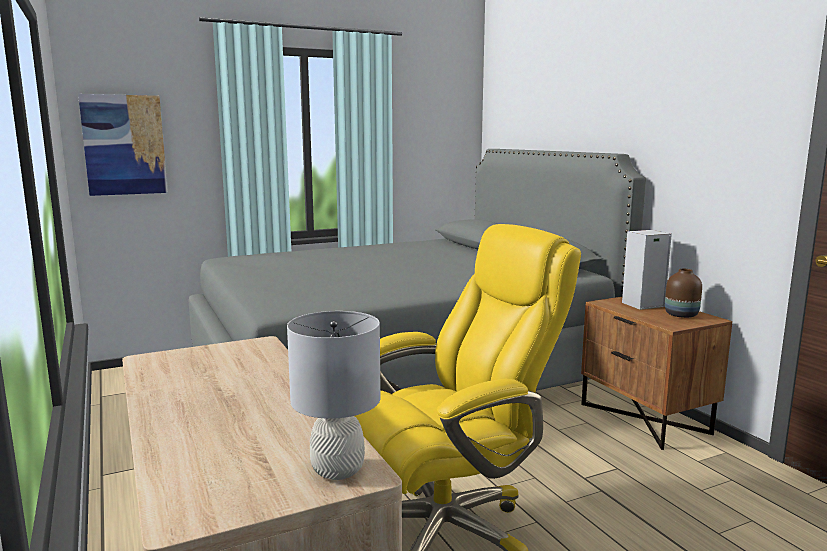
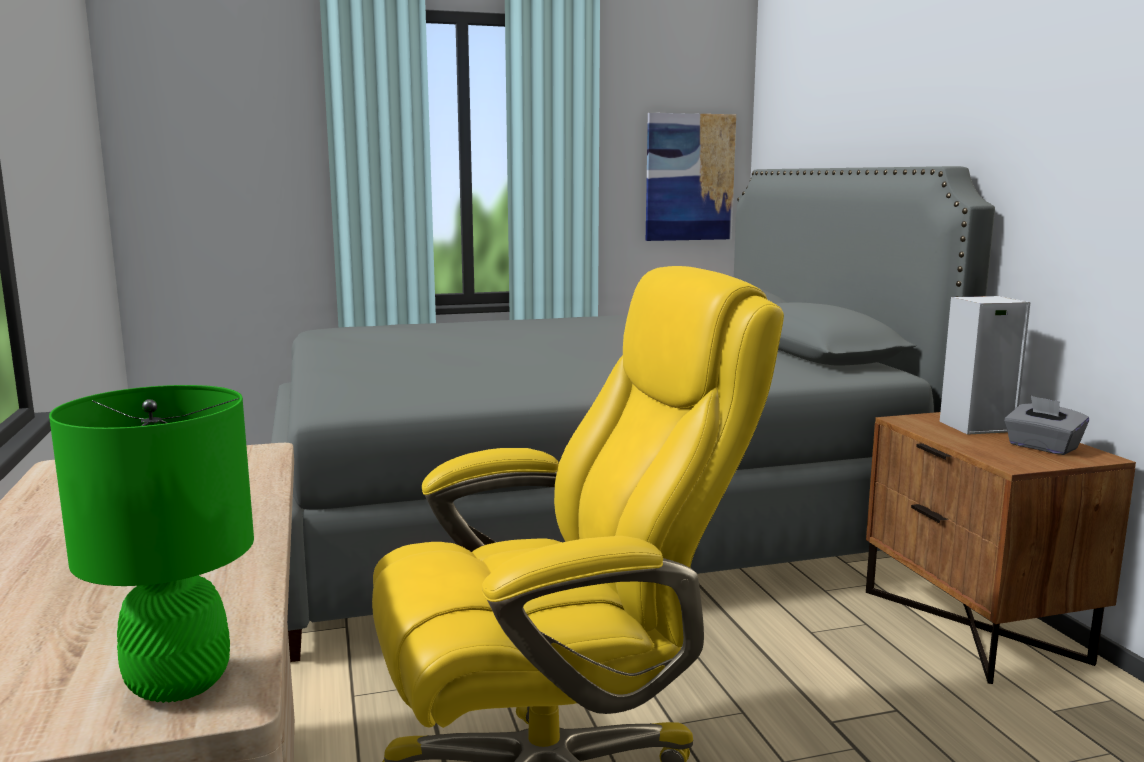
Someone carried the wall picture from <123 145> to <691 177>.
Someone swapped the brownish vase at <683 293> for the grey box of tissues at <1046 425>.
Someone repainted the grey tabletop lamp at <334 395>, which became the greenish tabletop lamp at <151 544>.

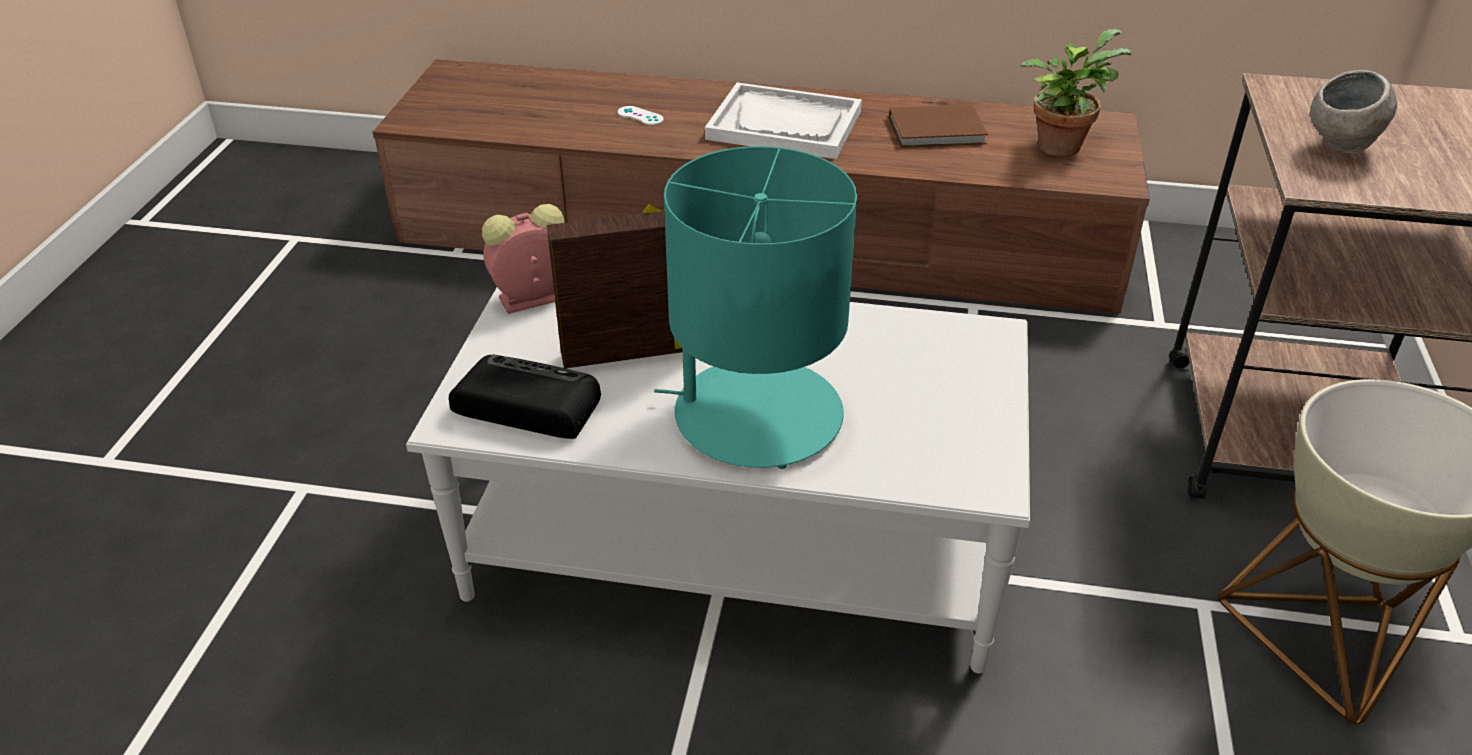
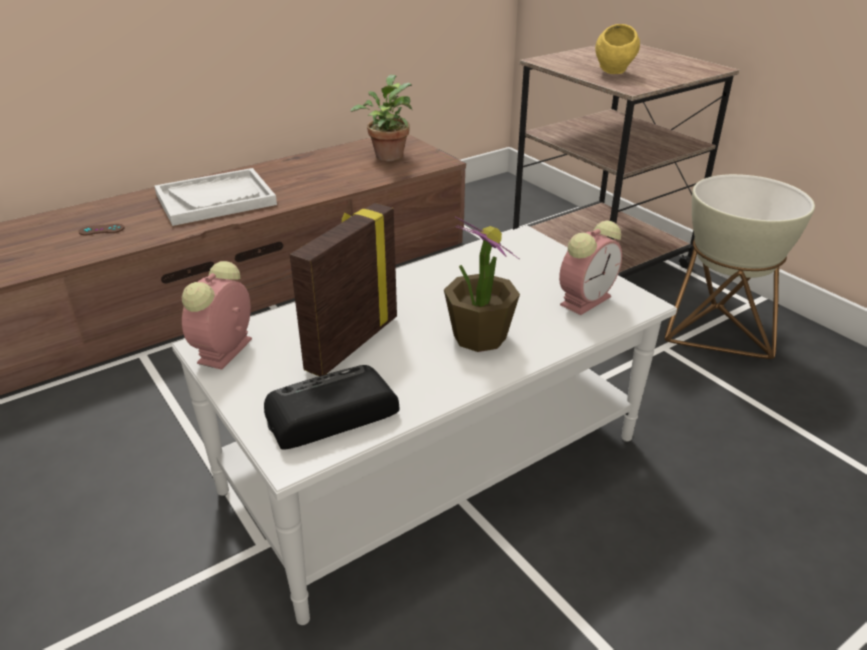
Someone took away the brownish book at <938 126>.
Someone put down the table clock at <590 267>.
Someone swapped the blue-green tabletop lamp at <755 307> for the plant in a pot at <482 284>.
Someone repainted the whitish gamepad at <641 115>, which became the brownish gamepad at <101 229>.
Someone repainted the grey serving bowl at <1353 112>, which became the yellowish serving bowl at <617 49>.

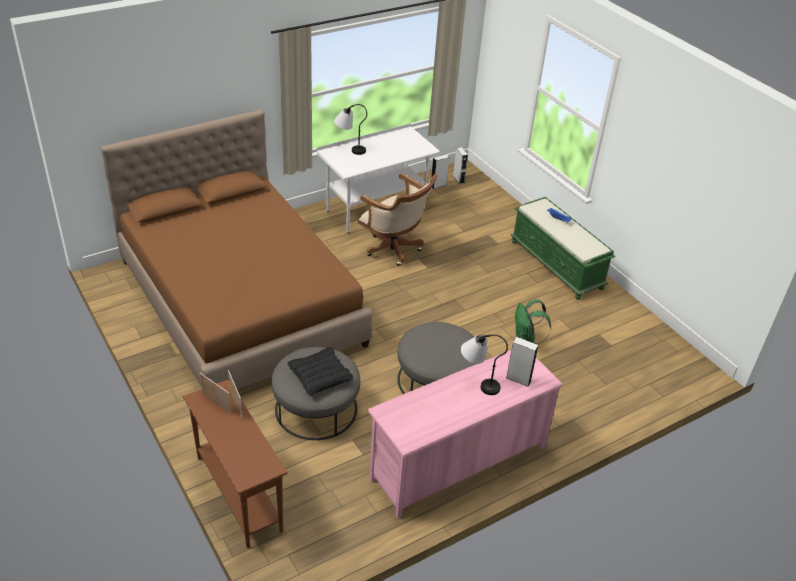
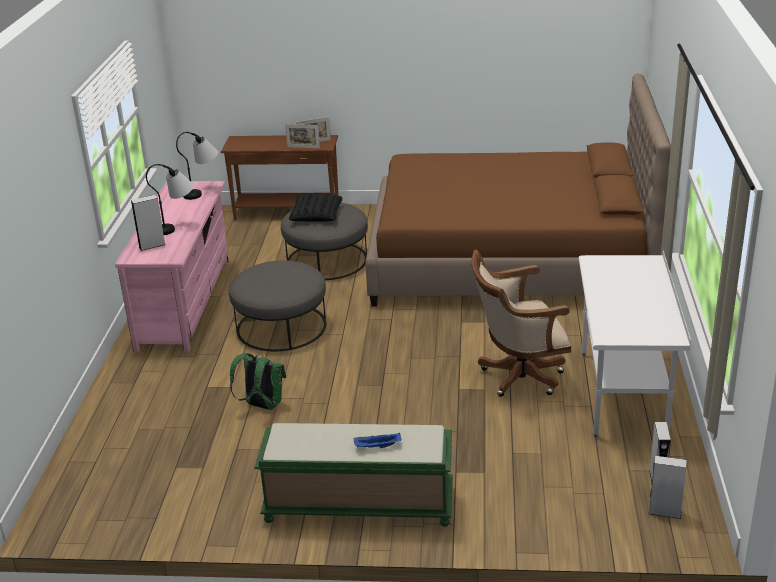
Someone carried the tabletop lamp from <350 129> to <197 166>.

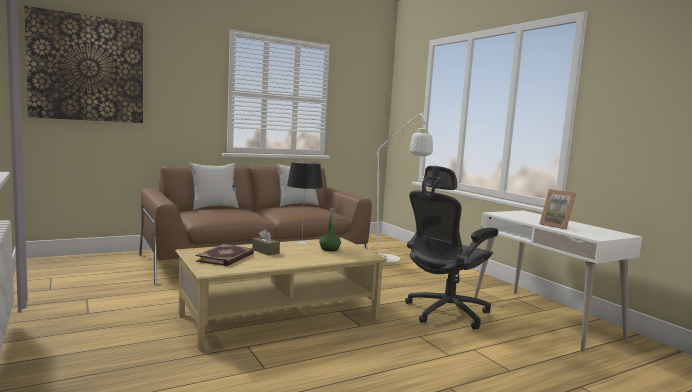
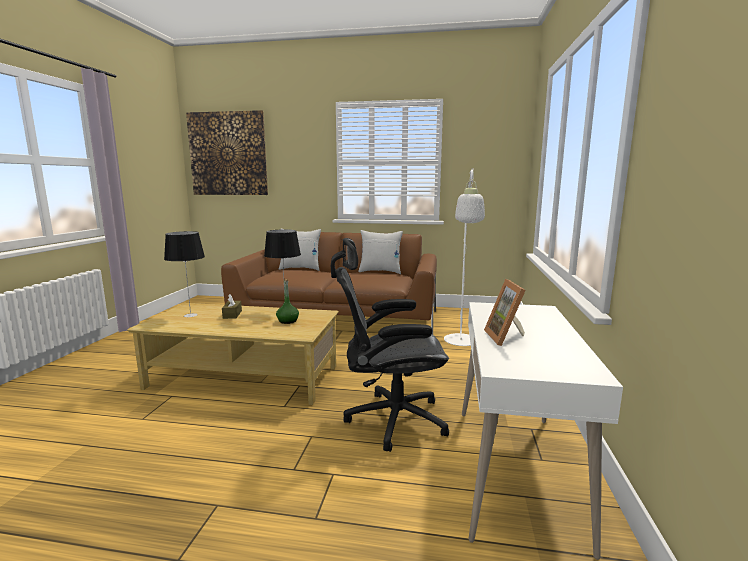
Someone swapped the book at <225 255> for the tabletop lamp at <184 274>.

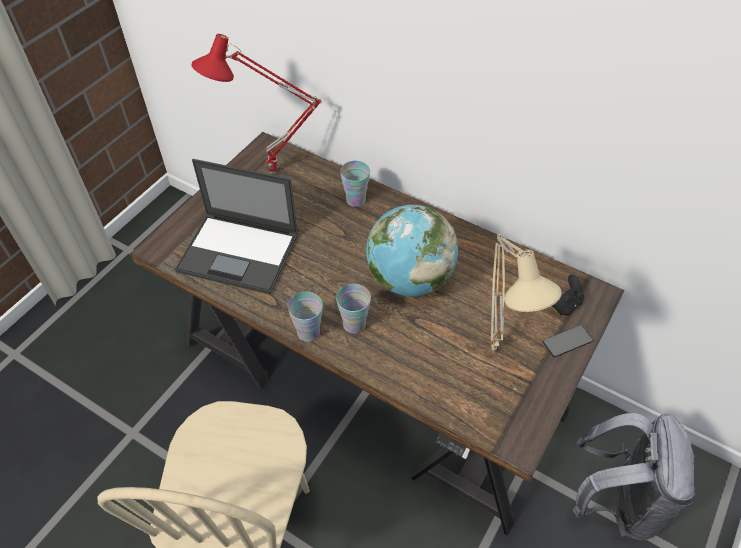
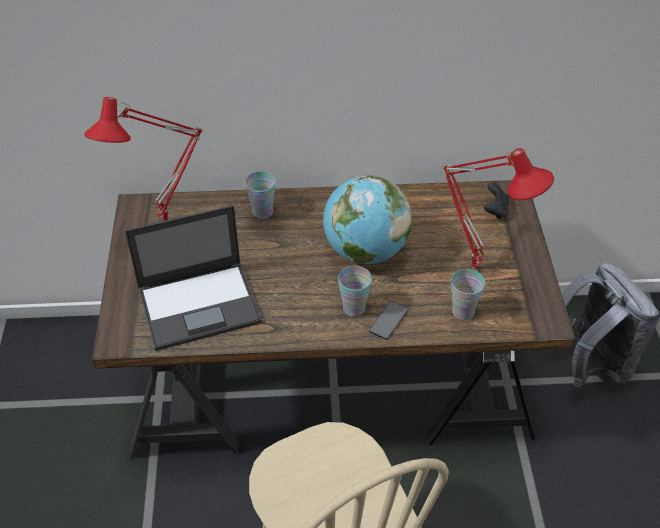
Someone carried the small cup from <305 317> to <468 294>.
Someone carried the telephone from <568 341> to <388 320>.
Someone repainted the beige-coloured tabletop lamp at <526 294>, which became the red-coloured tabletop lamp at <498 210>.

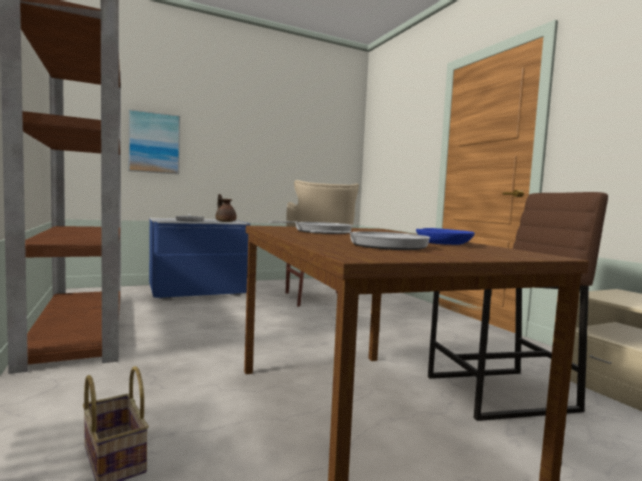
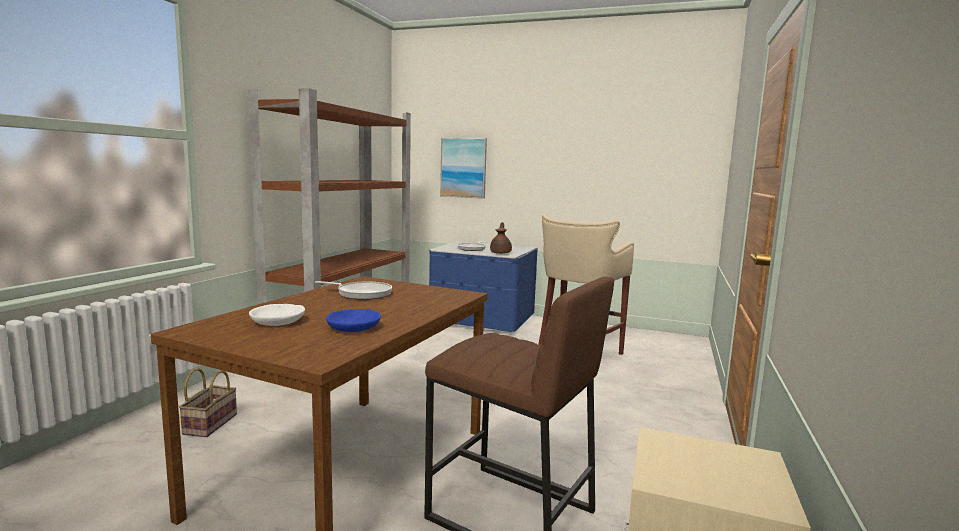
Someone swapped the skillet at <370 240> for the whitish serving bowl at <277 315>.

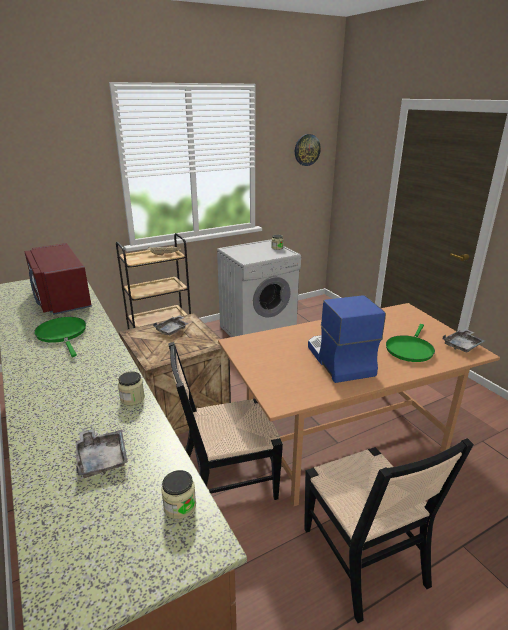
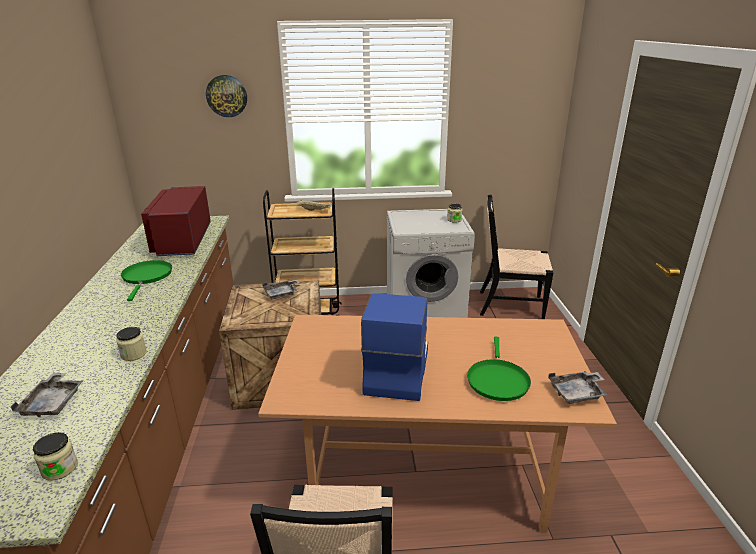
Someone carried the chair from <225 421> to <516 257>.
Someone carried the clock on the wall from <308 150> to <226 96>.
Someone rotated the greenish skillet at <410 343> by 45 degrees counterclockwise.

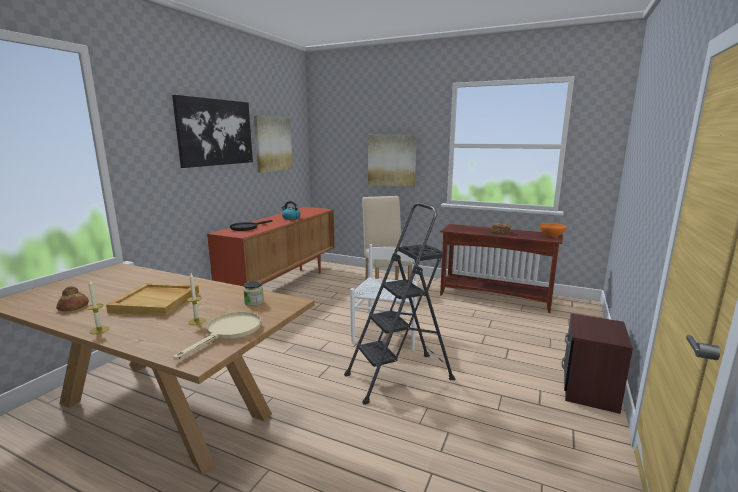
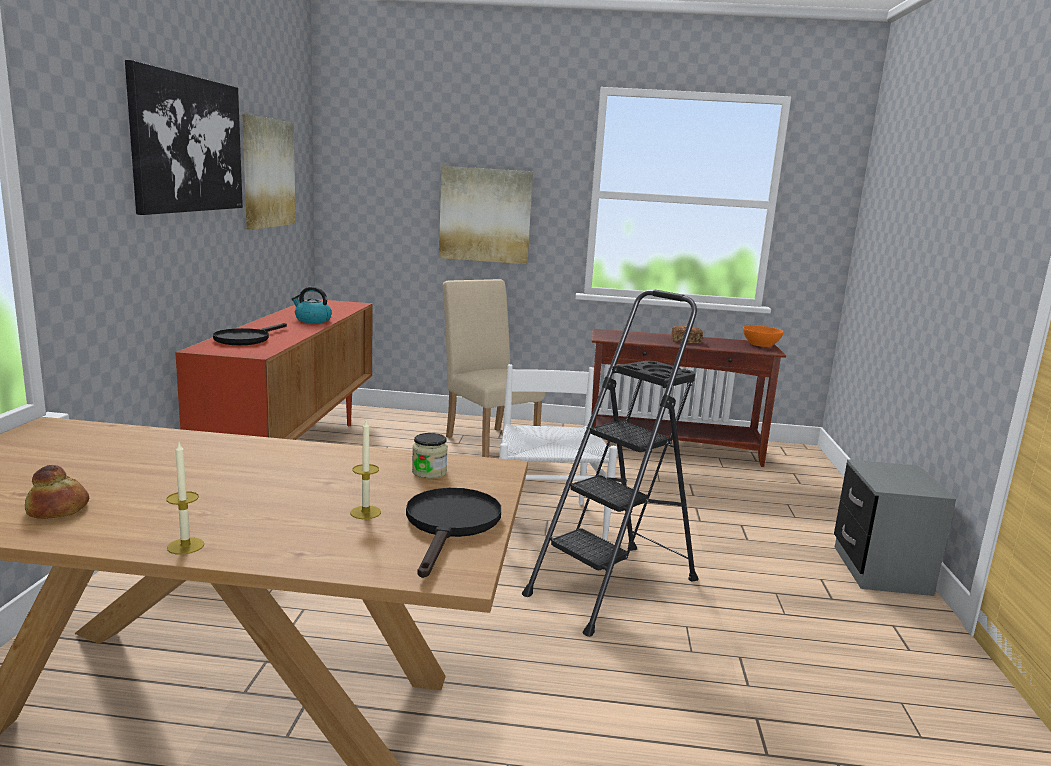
Someone took away the beige-coloured serving tray at <152 299>.
Someone repainted the beige-coloured skillet at <217 336>, which became the black skillet at <453 533>.
Someone repainted the brownish bedside table at <597 363>, which became the grey bedside table at <895 527>.

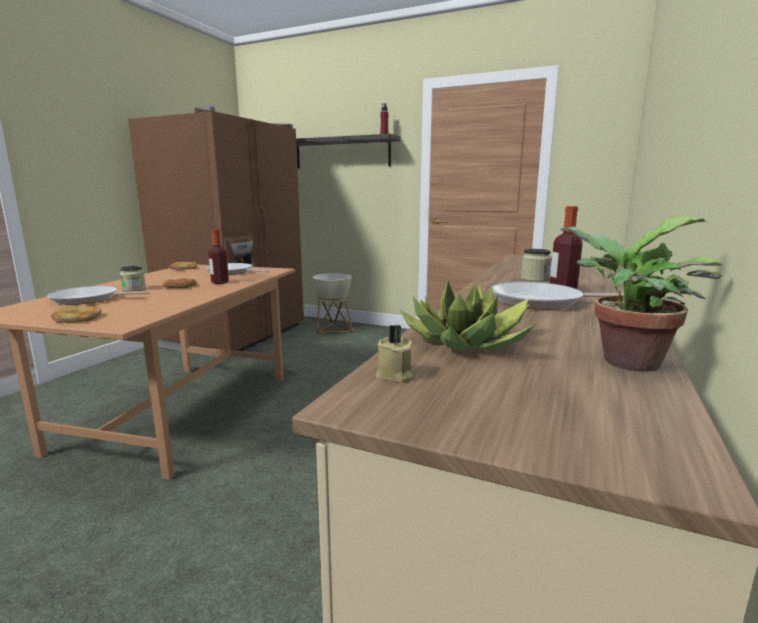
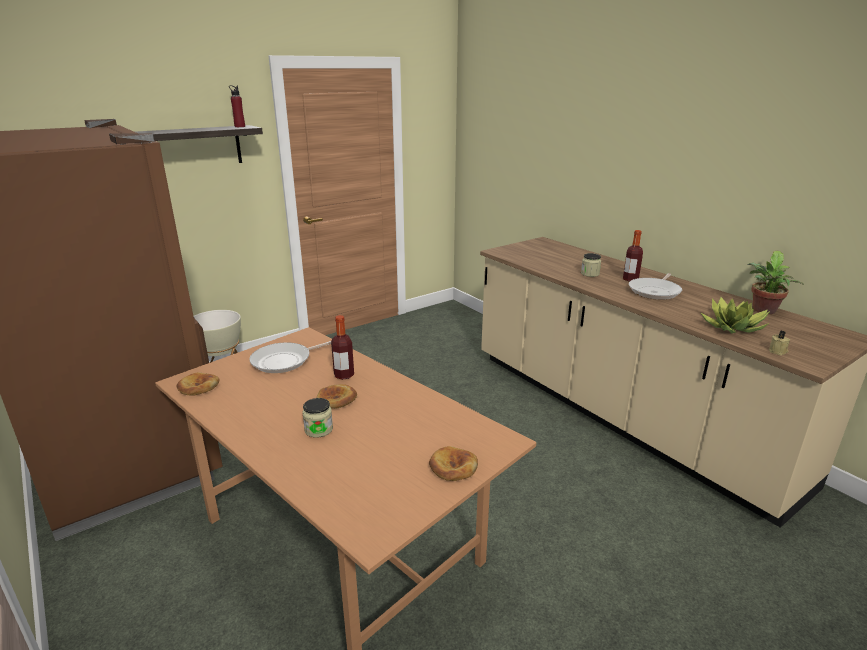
Someone took away the skillet at <98 295>.

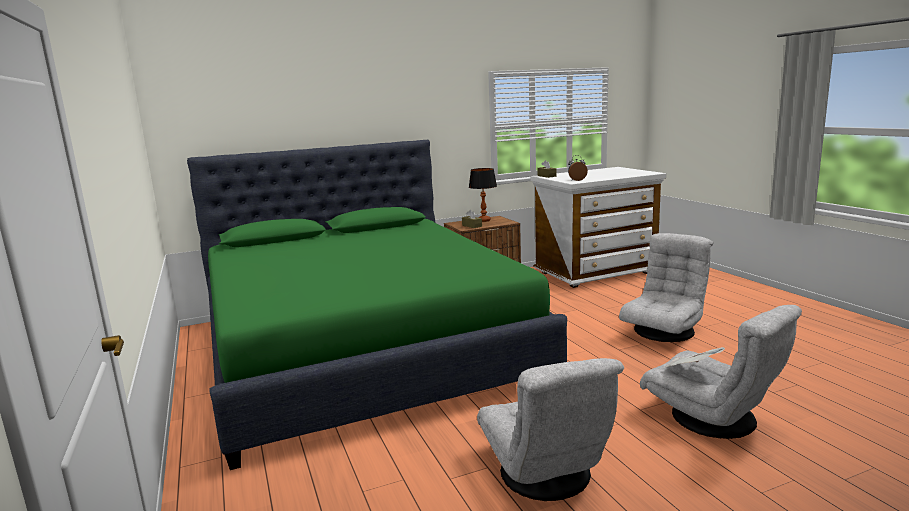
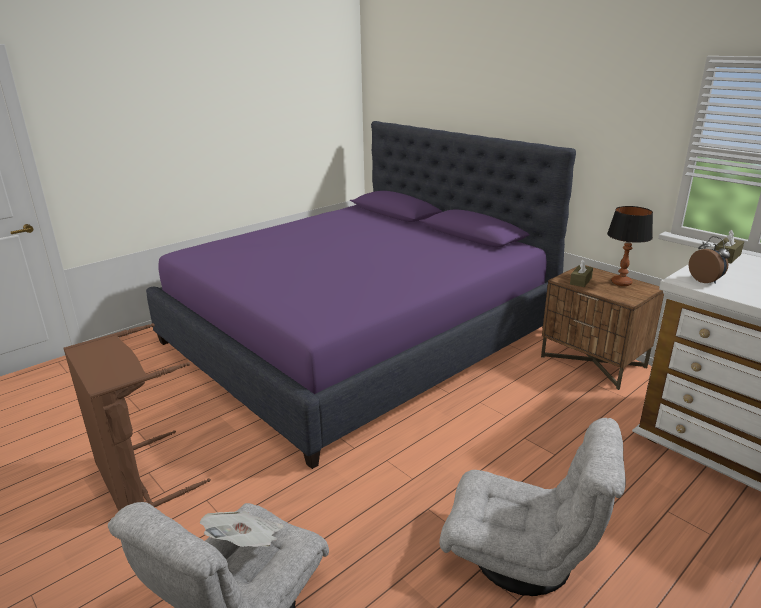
Someone swapped the grey lounge chair at <550 429> for the brownish hamper at <137 417>.
Someone repainted the greenish bed at <377 305>, which became the purple-coloured bed at <361 295>.

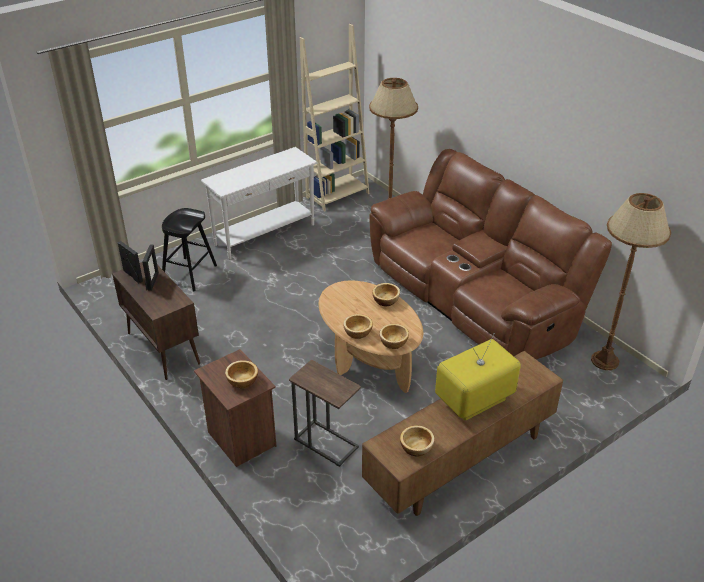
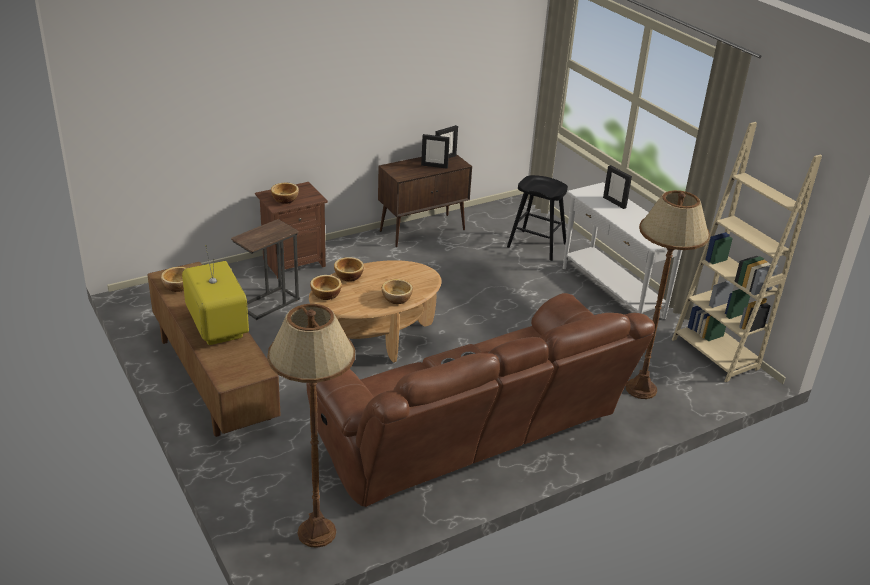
Someone put down the picture frame at <617 187>.

